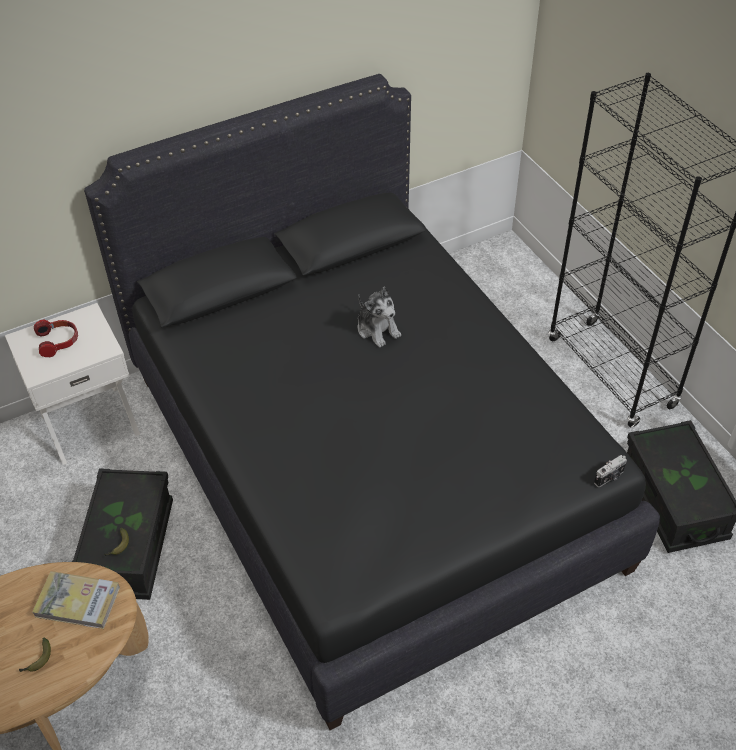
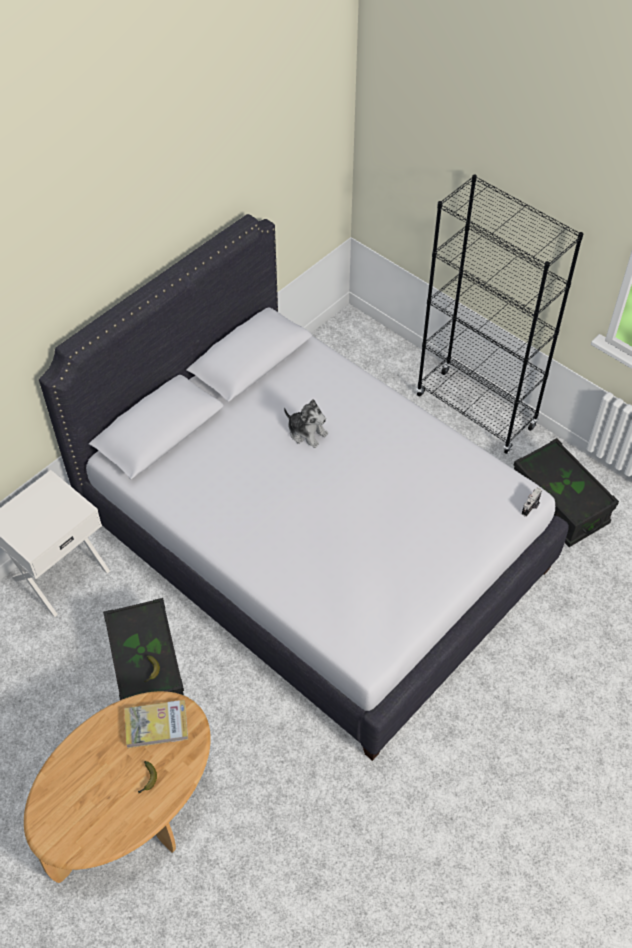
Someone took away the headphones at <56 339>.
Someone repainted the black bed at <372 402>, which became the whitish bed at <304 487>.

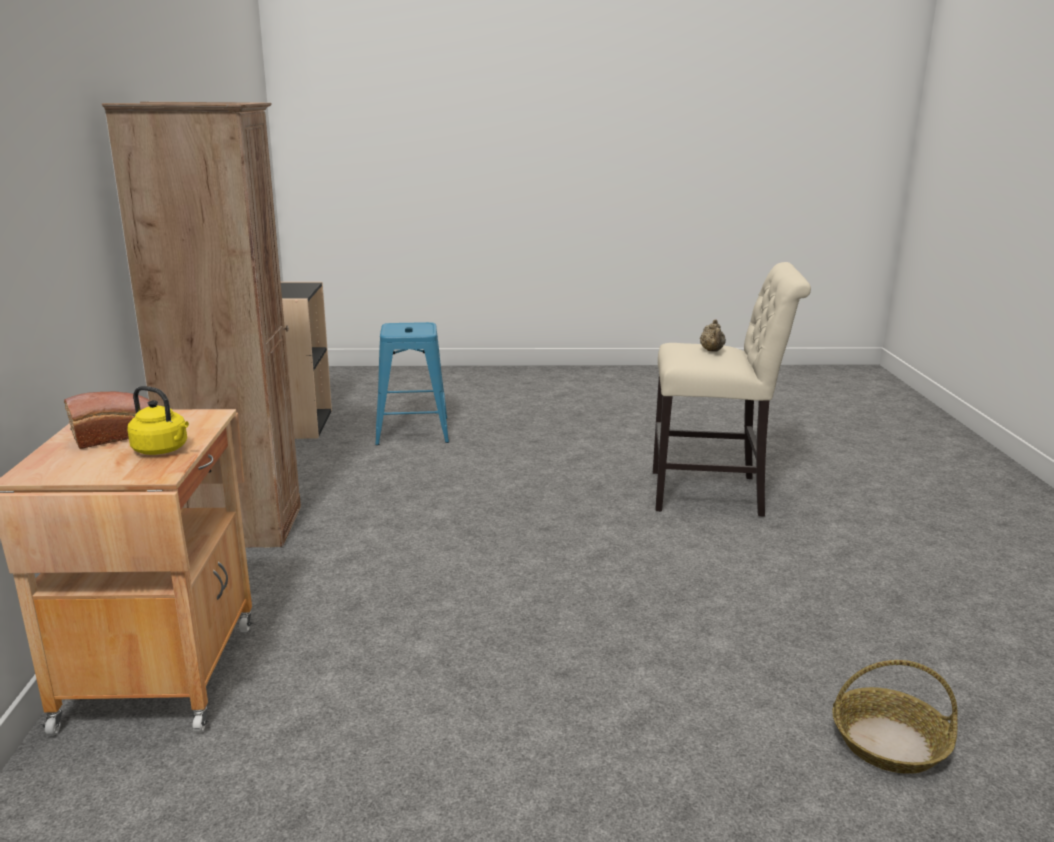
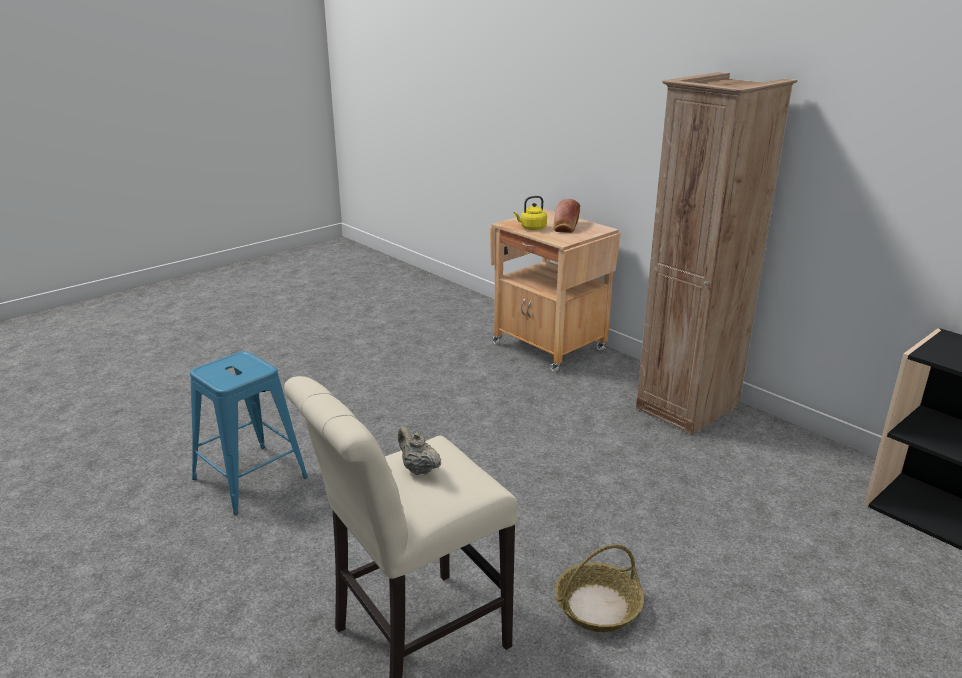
Someone carried the bluish sitting stool from <412 383> to <249 432>.
Someone carried the basket from <895 717> to <599 588>.

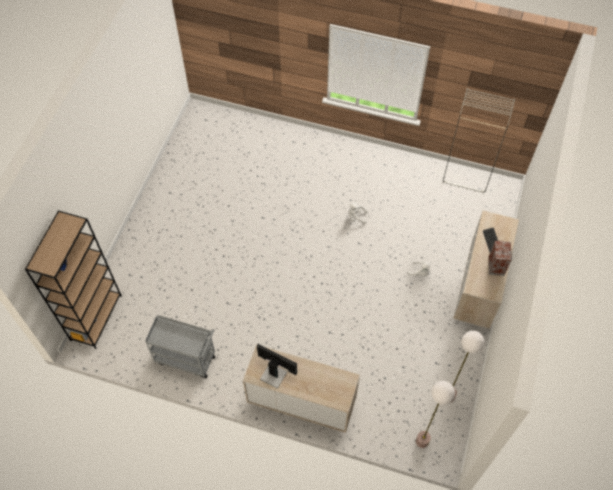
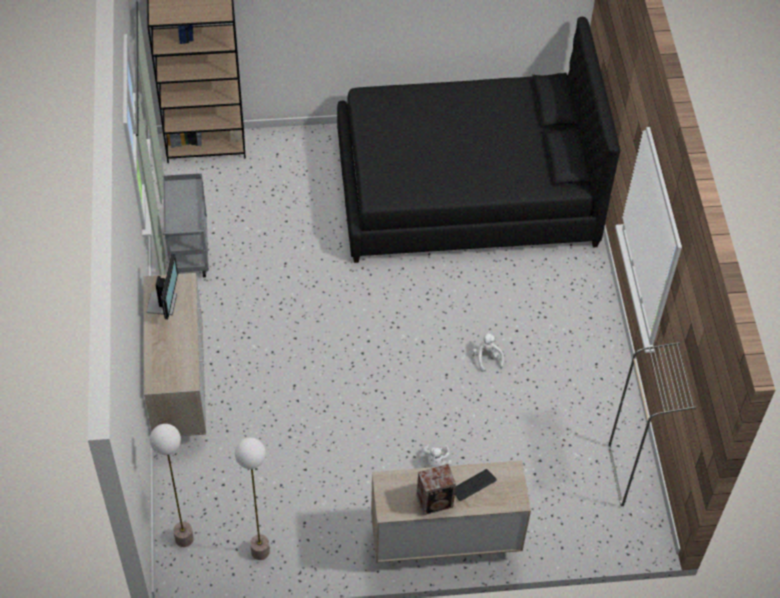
Someone put down the black bed at <478 140>.

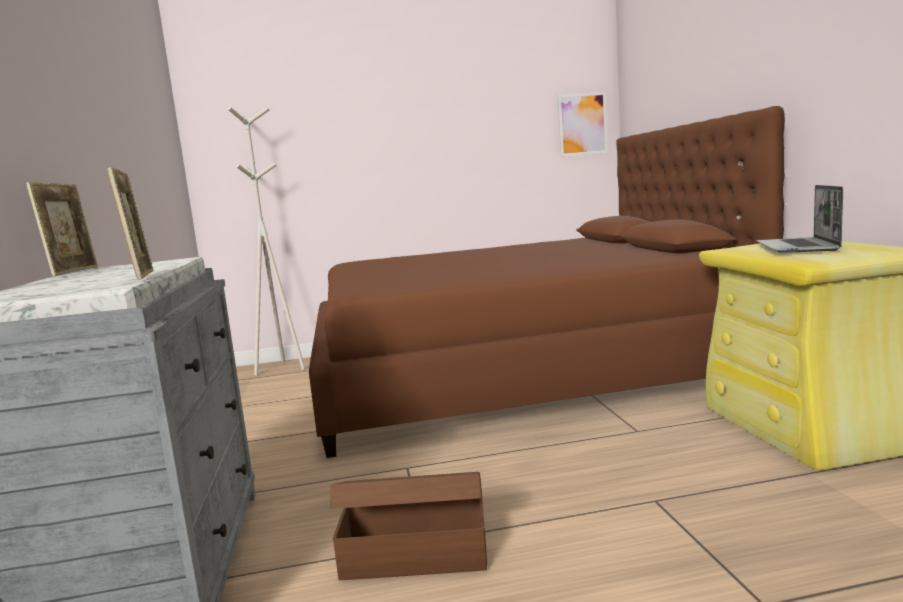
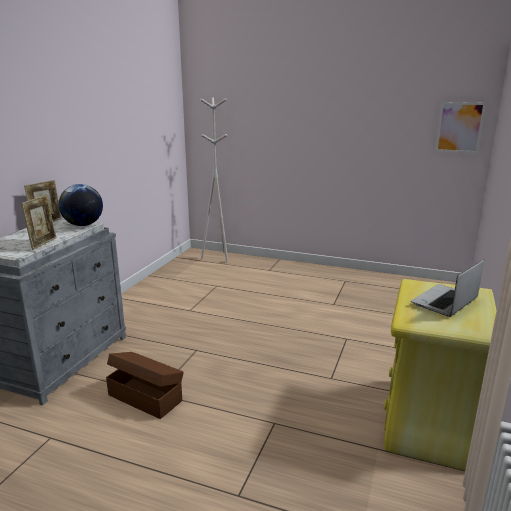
Someone took away the brownish bed at <547 282>.
Someone put down the globe at <80 205>.

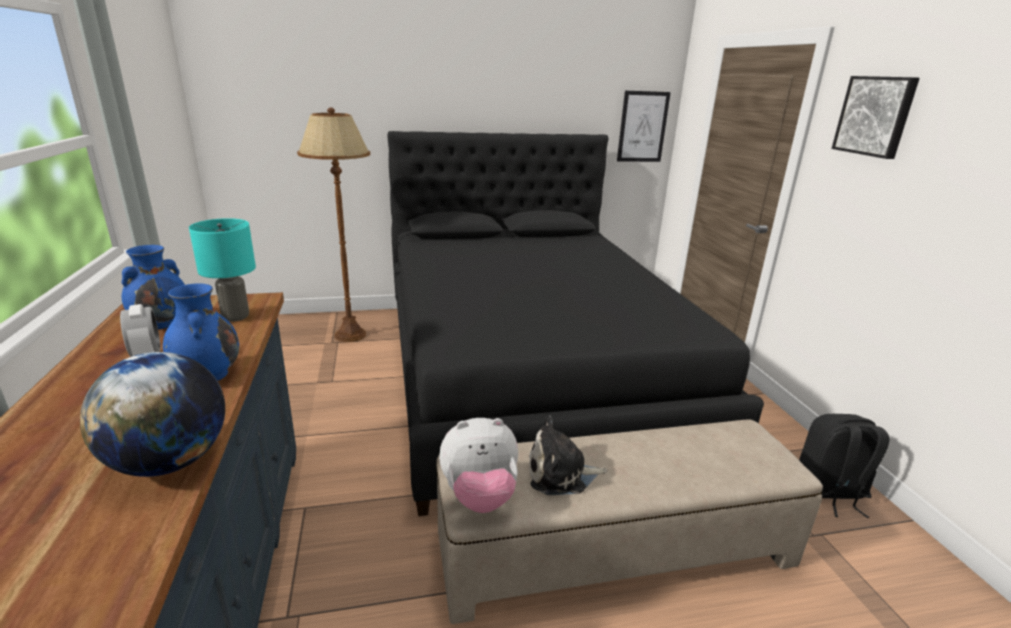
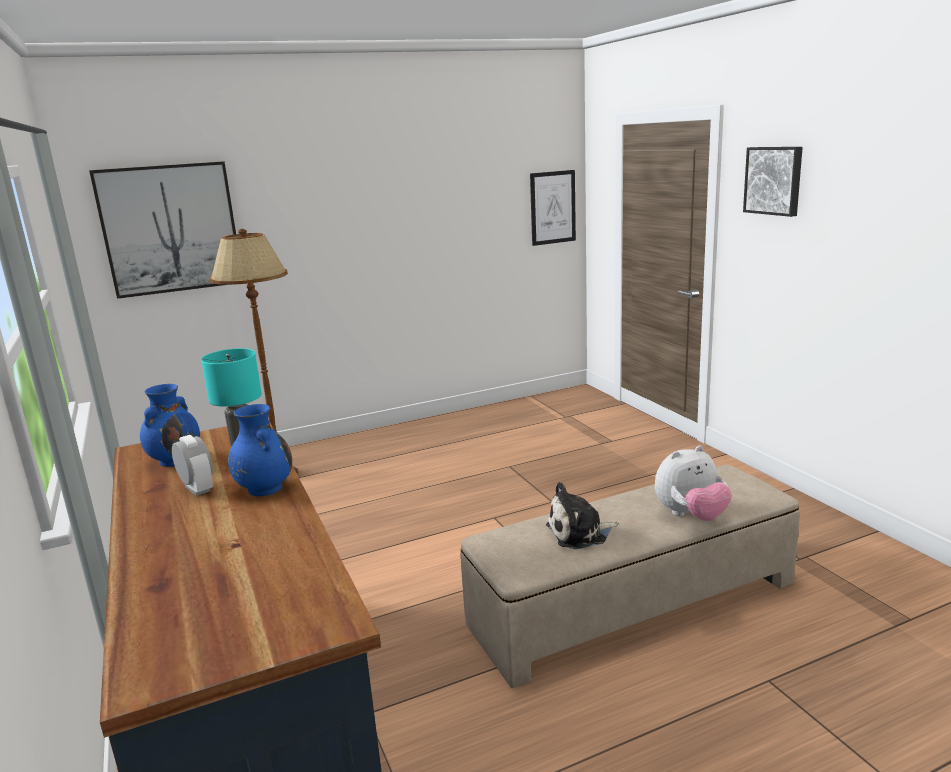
Someone took away the globe at <152 414>.
Someone took away the black bed at <575 323>.
Someone took away the black rucksack at <844 466>.
Someone put up the wall picture at <162 230>.
Someone carried the soft toy from <478 465> to <693 483>.

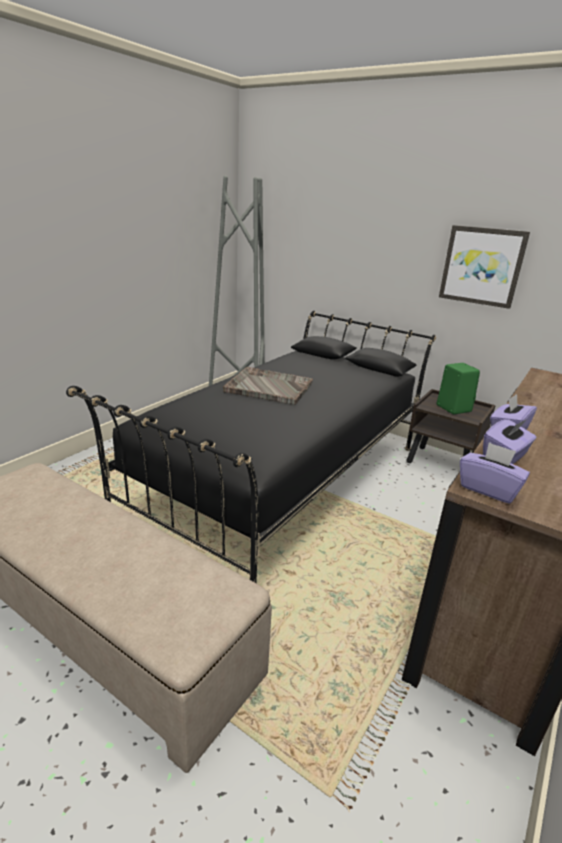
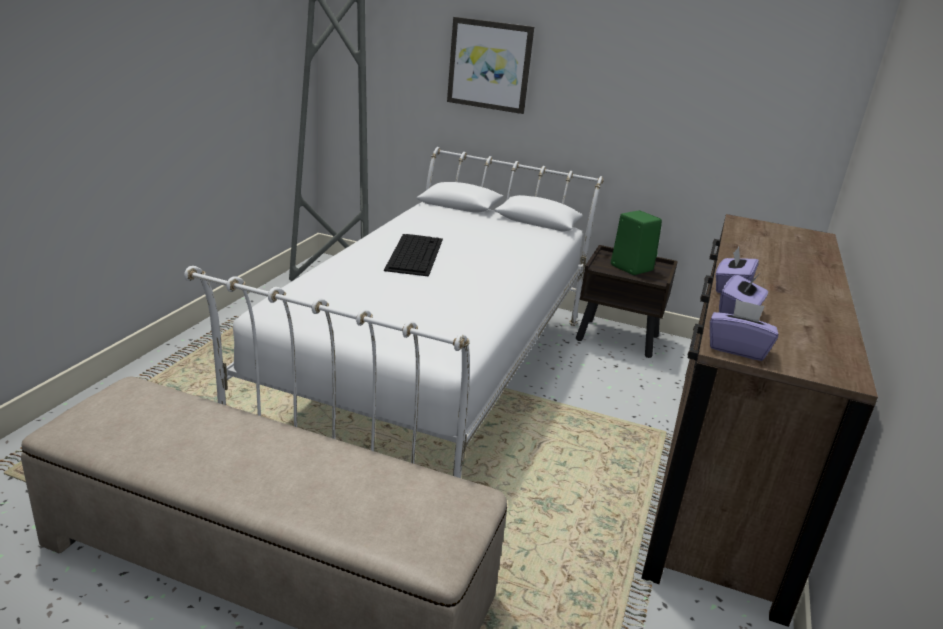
Someone carried the wall picture from <484 267> to <490 65>.
Someone swapped the grey serving tray at <268 386> for the keyboard at <413 255>.
Someone repainted the black bed at <251 447>, which became the whitish bed at <394 312>.

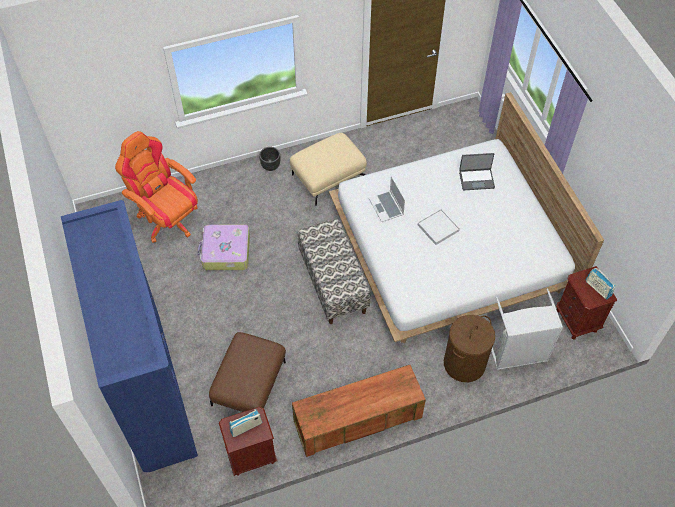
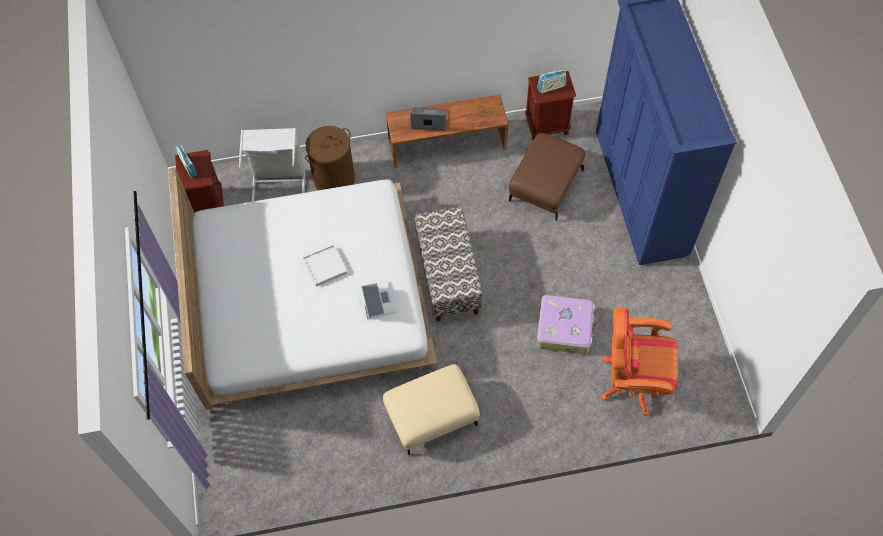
Someone took away the black plant pot at <269 159>.
Someone carried the portable computer from <477 171> to <428 119>.
Someone rotated the orange-coloured computer chair at <156 187> by 135 degrees clockwise.

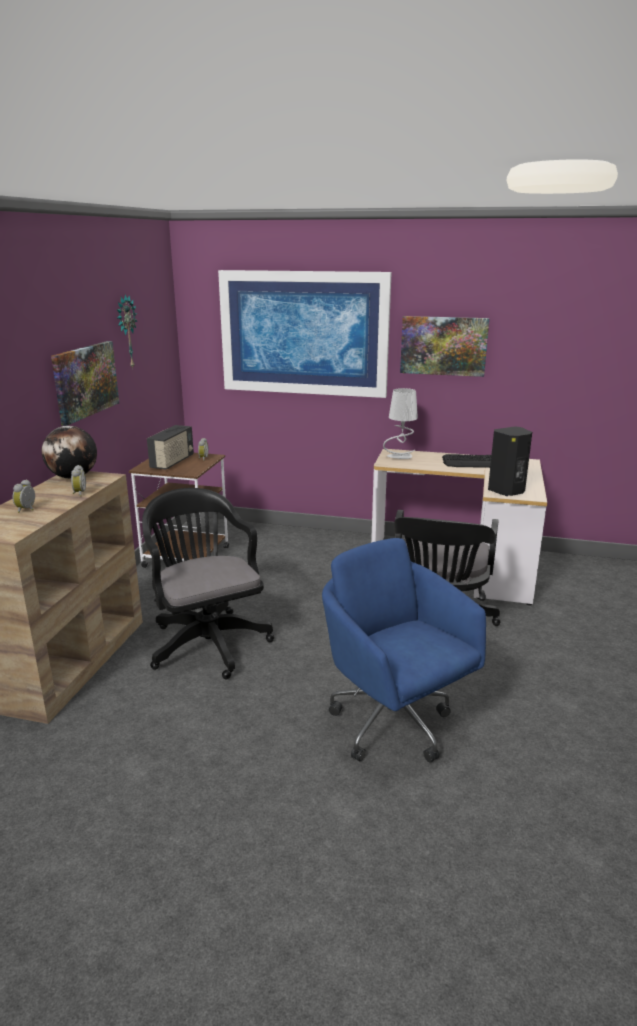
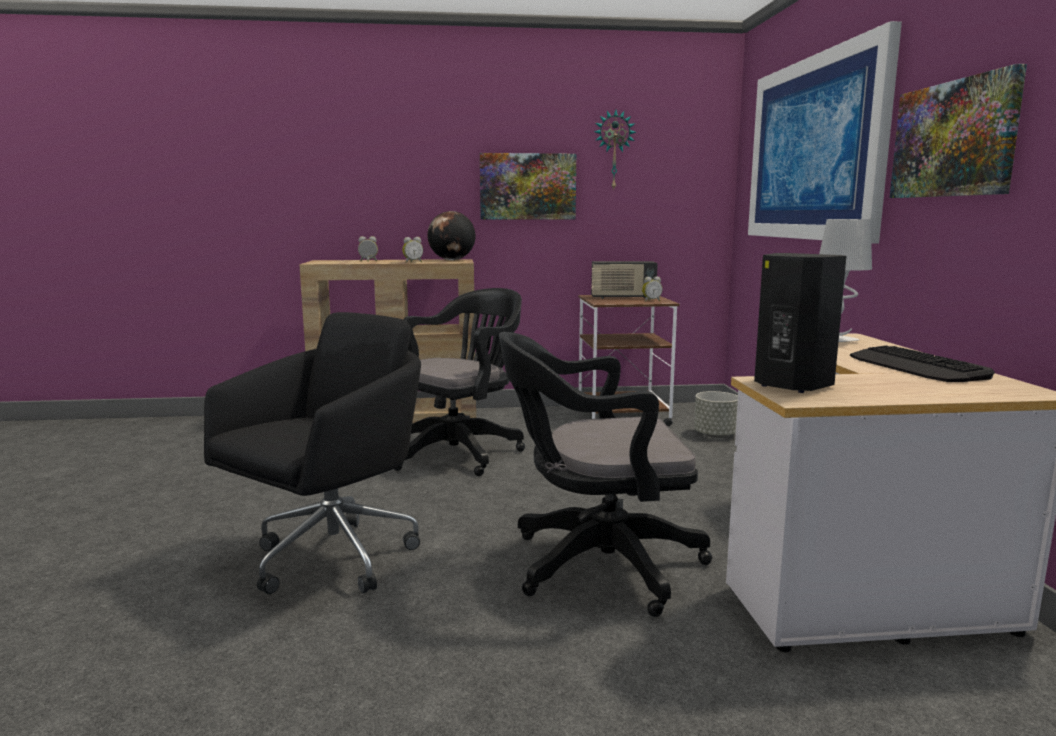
Someone put down the grey plant pot at <716 414>.
Someone repainted the bluish computer chair at <404 650>, which became the black computer chair at <312 453>.

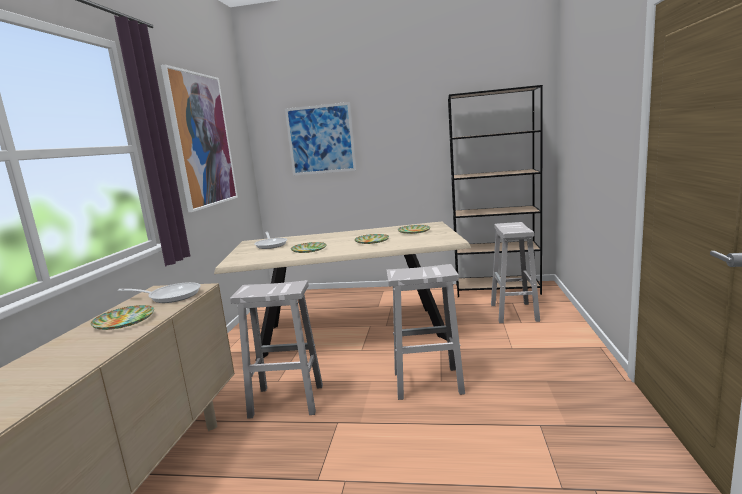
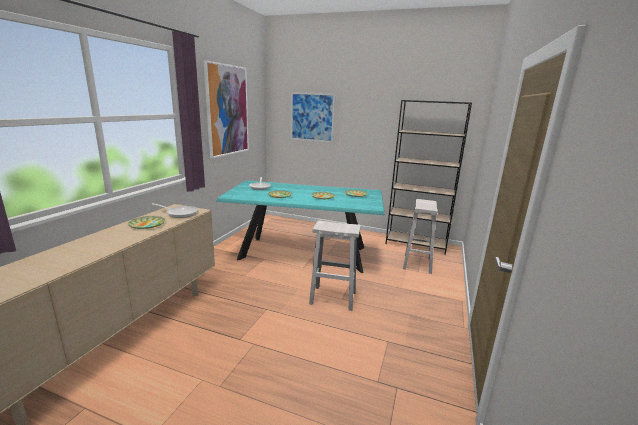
Someone took away the whitish sitting stool at <276 349>.
Someone repainted the beige-coloured dinner table at <342 291>, which became the blue-green dinner table at <300 226>.

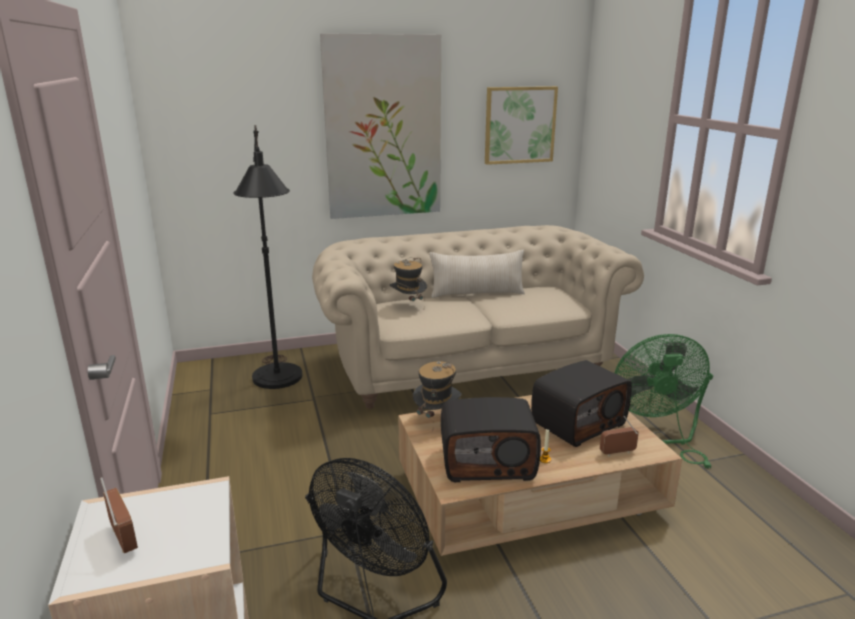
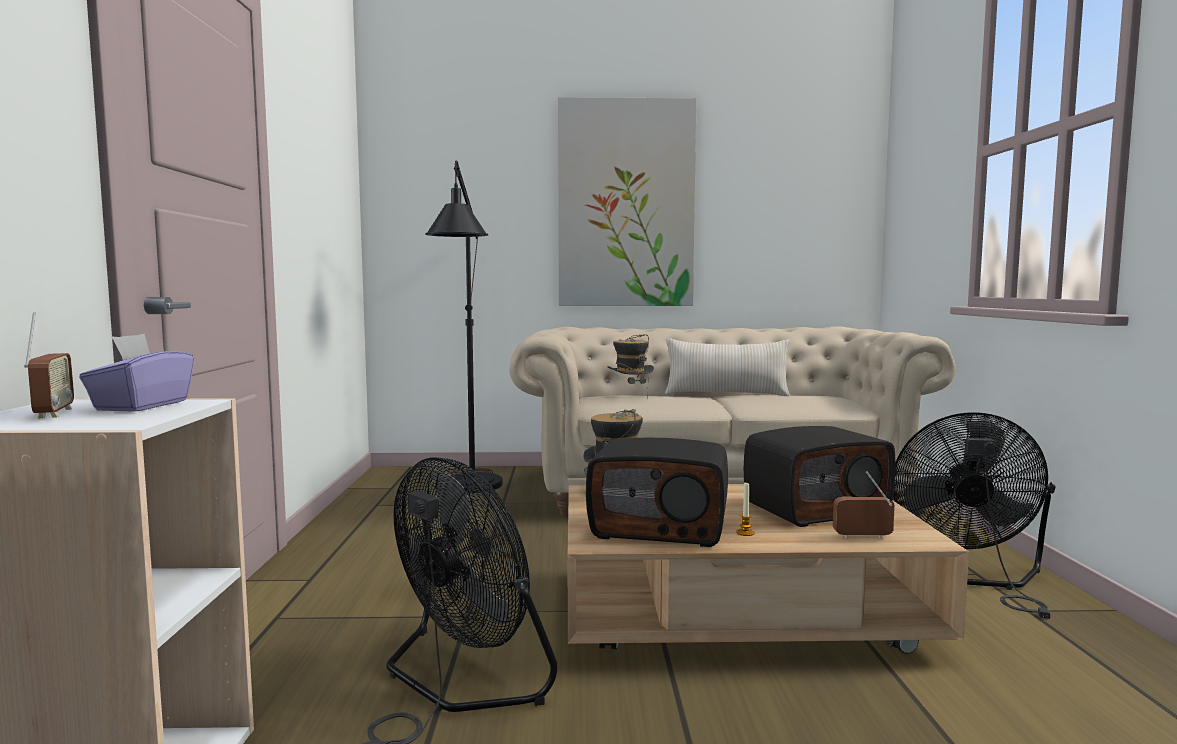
Someone took away the wall picture at <521 125>.
Someone put down the purple-coloured box of tissues at <136 373>.
Someone repainted the greenish cooling fan at <664 401>, which became the black cooling fan at <974 515>.

